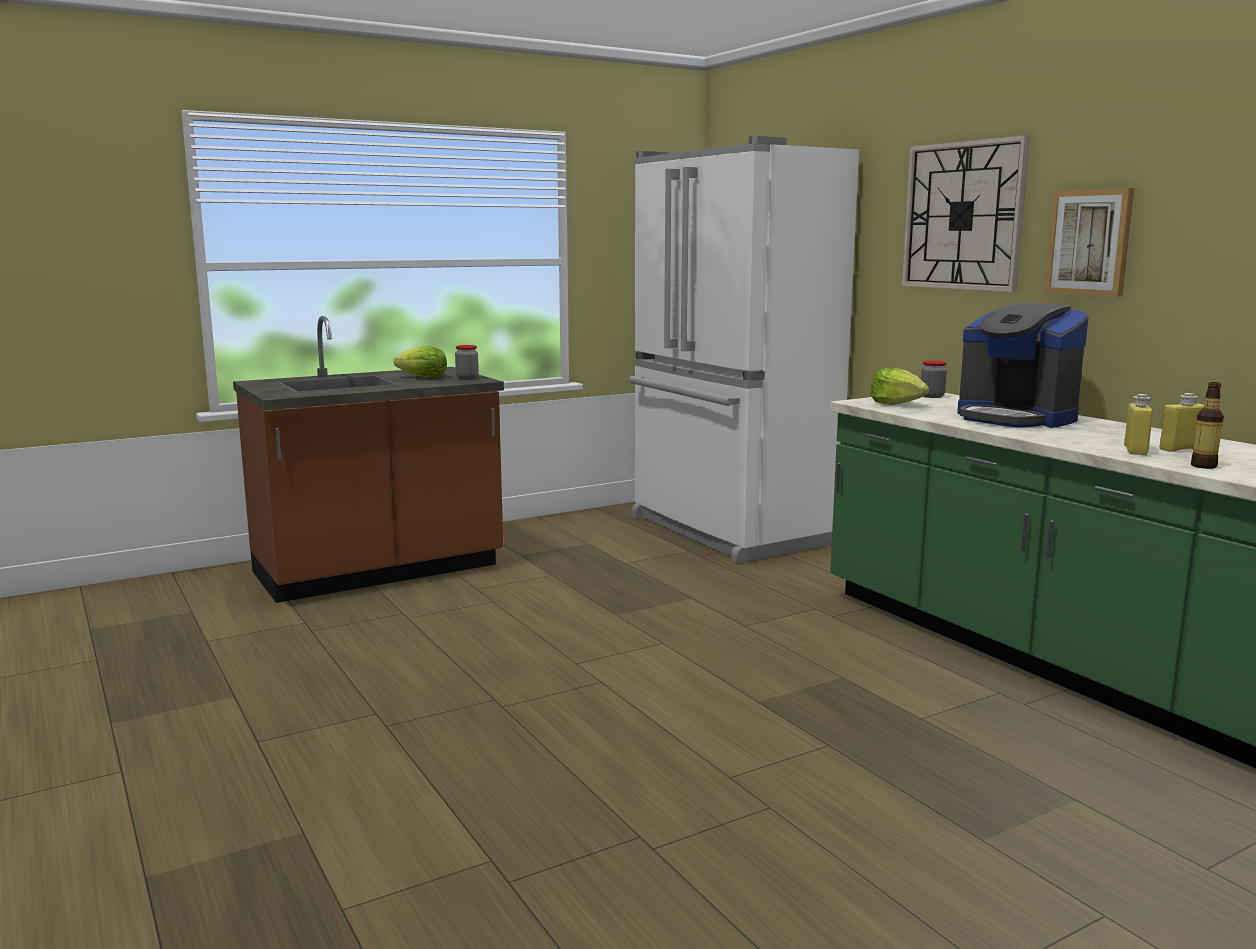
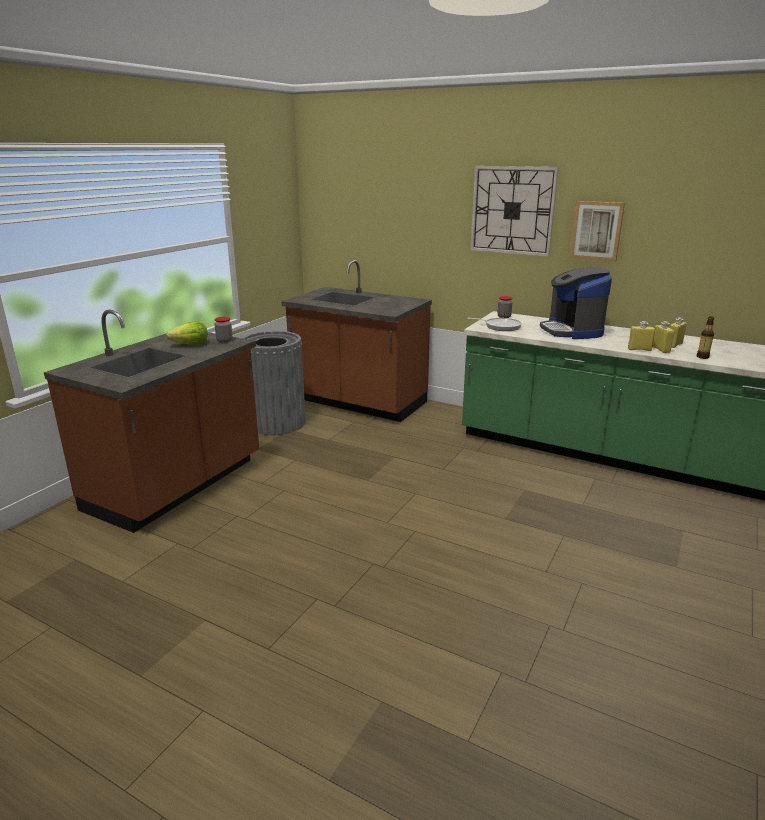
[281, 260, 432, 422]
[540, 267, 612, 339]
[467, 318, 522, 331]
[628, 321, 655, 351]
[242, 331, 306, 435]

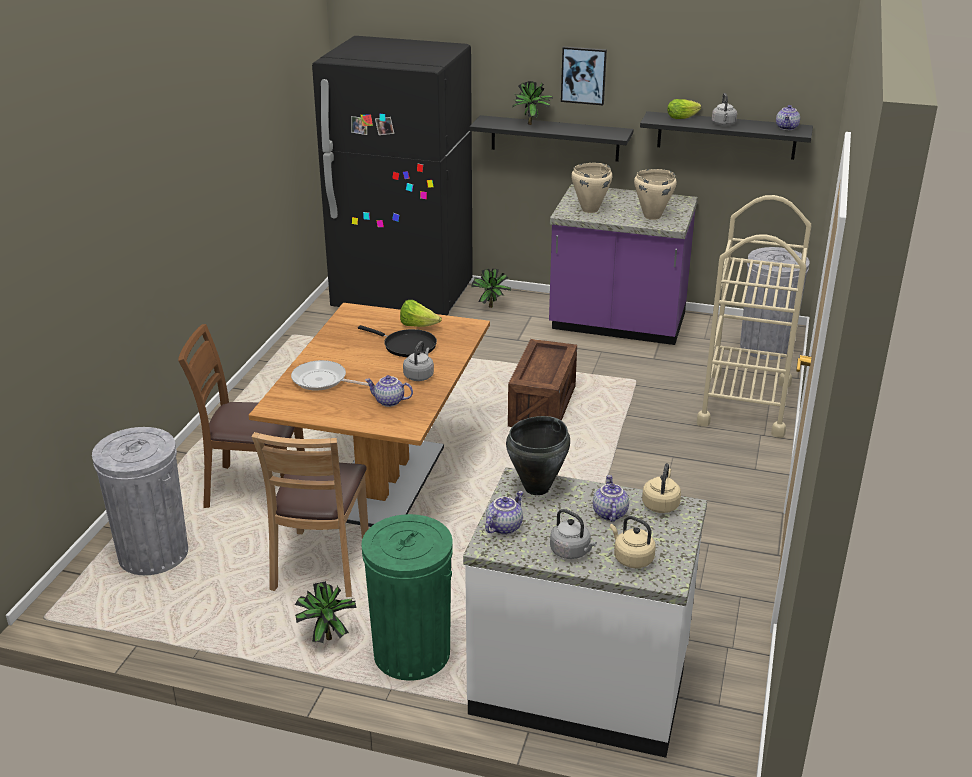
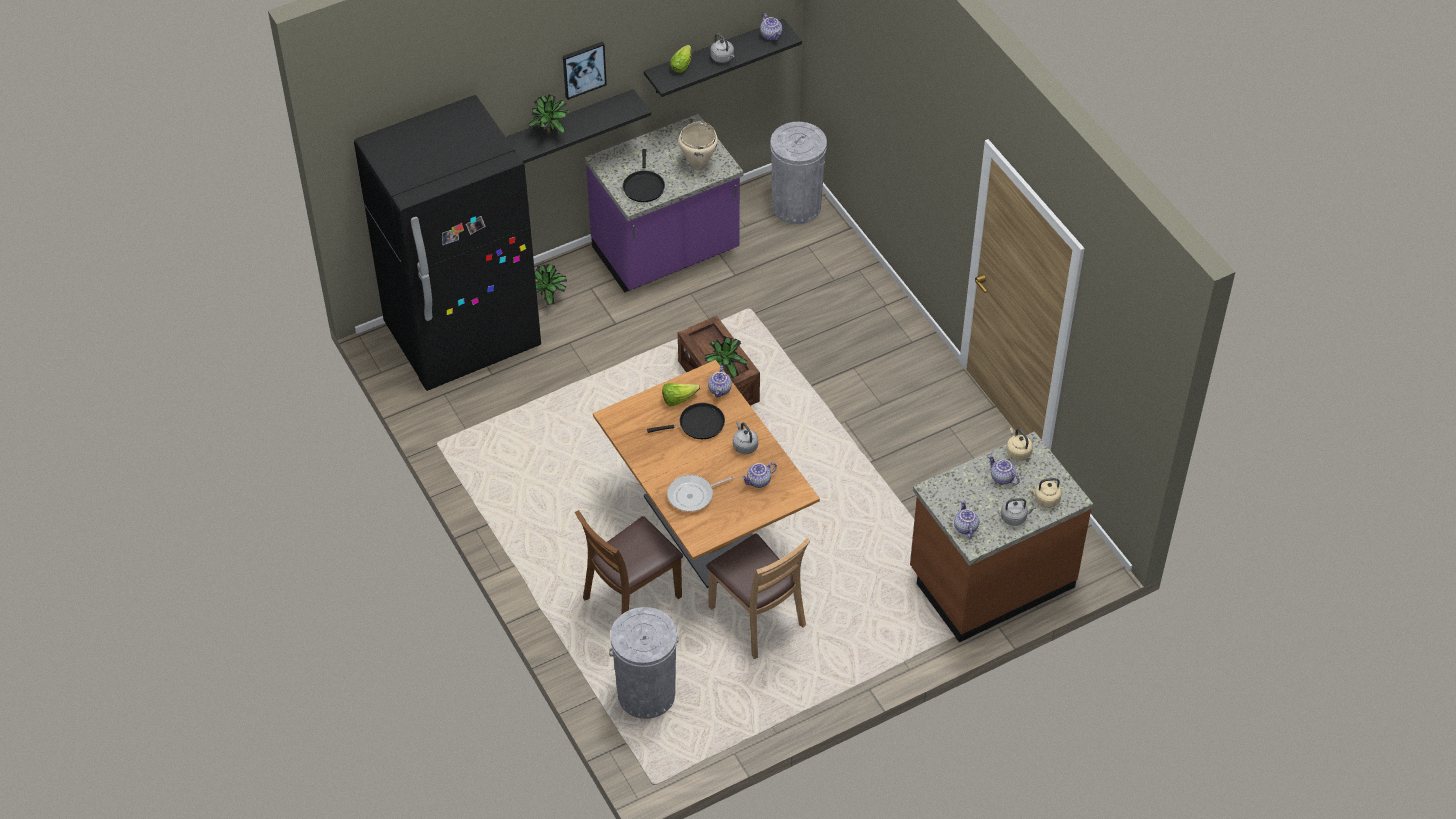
[623, 149, 665, 202]
[696, 195, 811, 438] (first image)
[506, 416, 570, 495] (first image)
[910, 431, 1093, 642]
[361, 514, 453, 681] (first image)
[705, 336, 747, 379]
[708, 365, 732, 398]

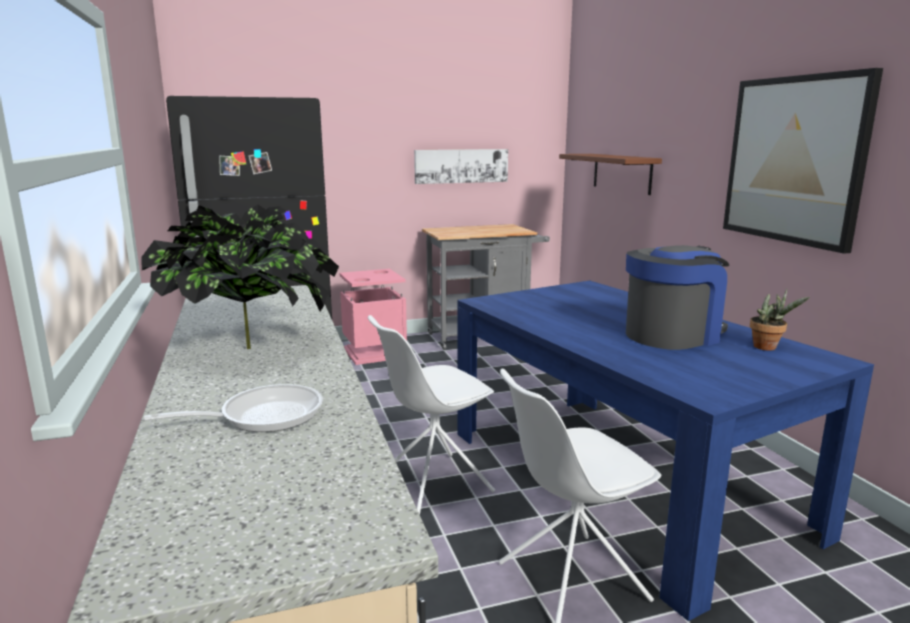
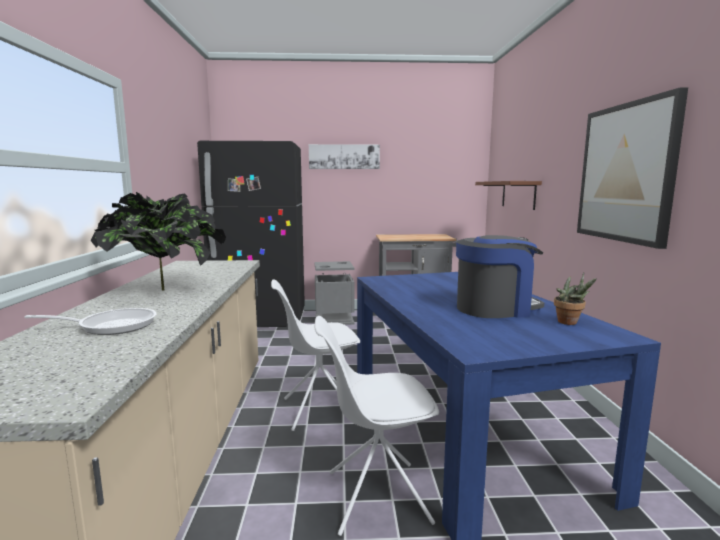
[309, 144, 380, 169]
[314, 261, 355, 325]

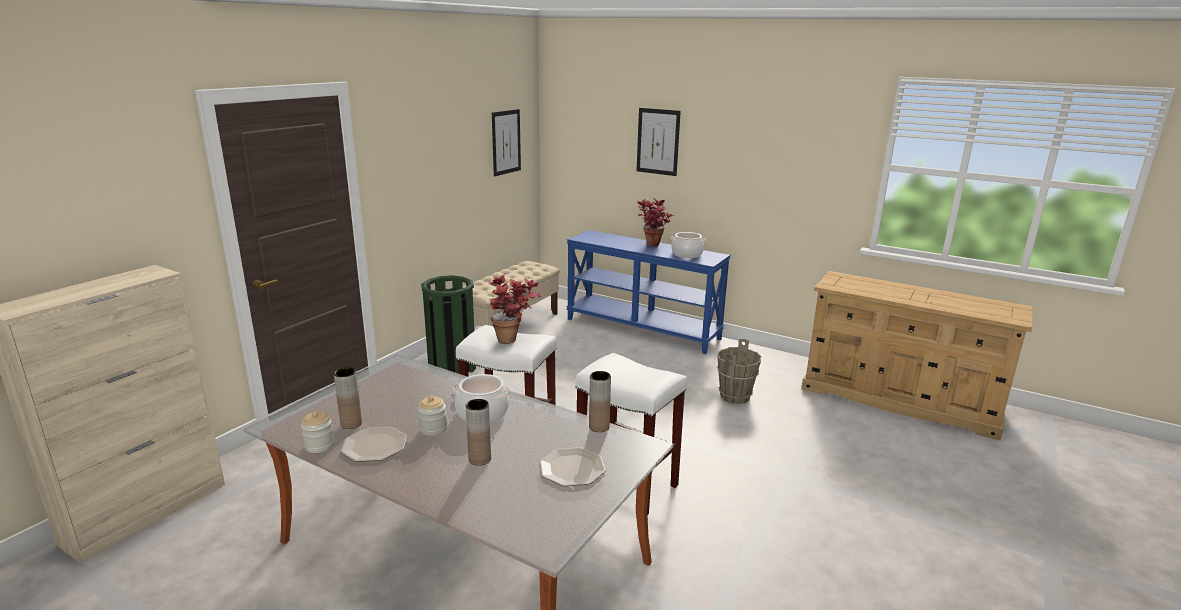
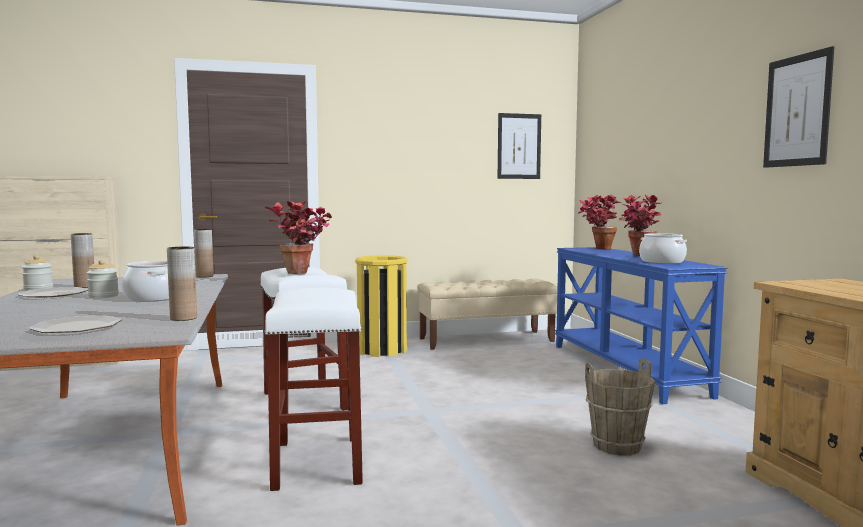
[763, 46, 834, 168]
[355, 255, 407, 357]
[194, 229, 214, 278]
[578, 195, 621, 250]

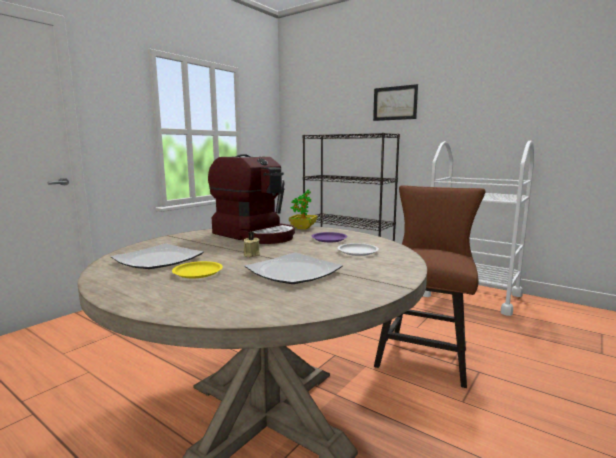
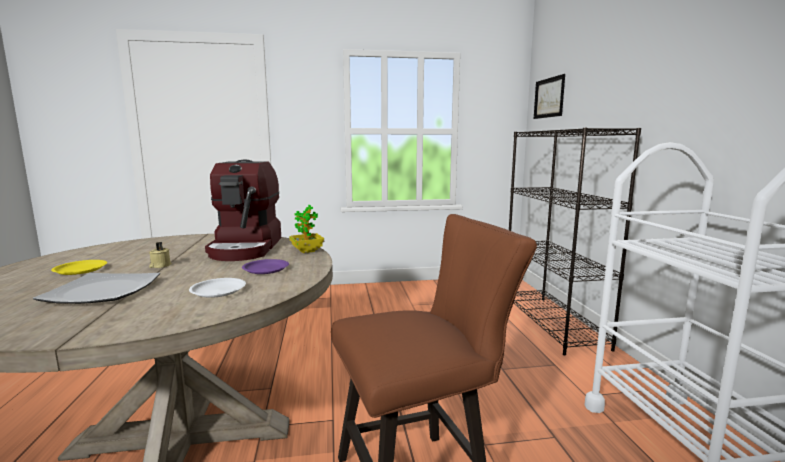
[534, 74, 565, 119]
[111, 243, 204, 269] (first image)

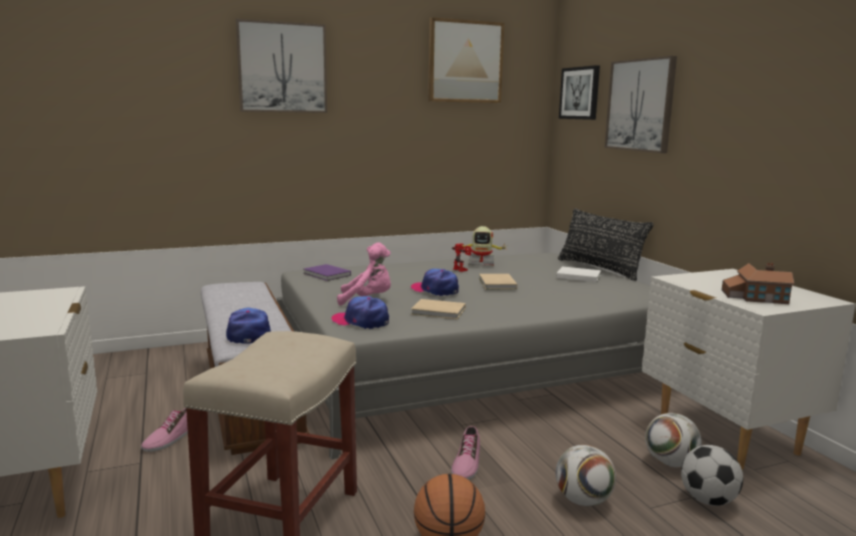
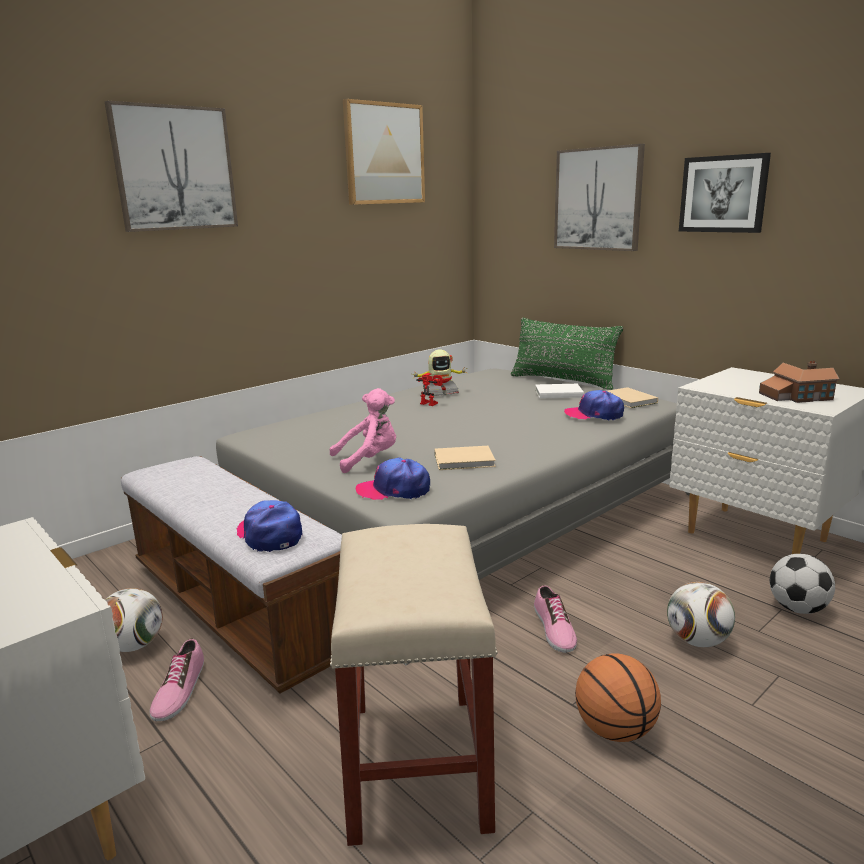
[679, 153, 771, 233]
[511, 318, 623, 390]
[303, 264, 351, 281] (first image)
[564, 390, 624, 420]
[608, 387, 658, 408]
[105, 588, 163, 652]

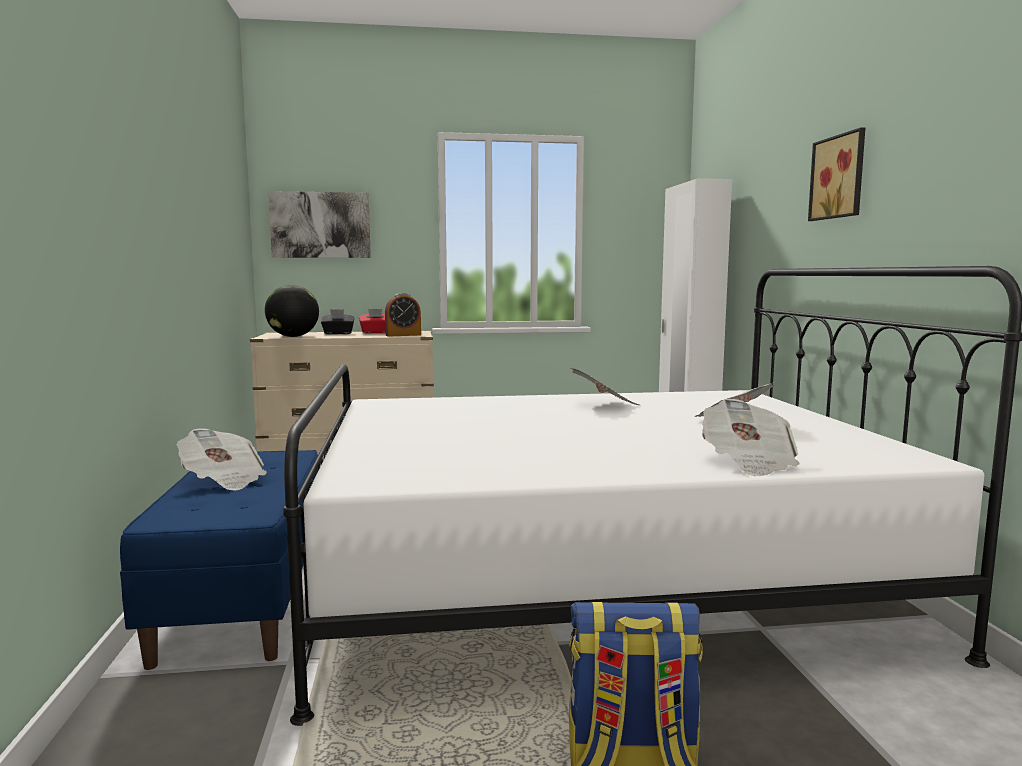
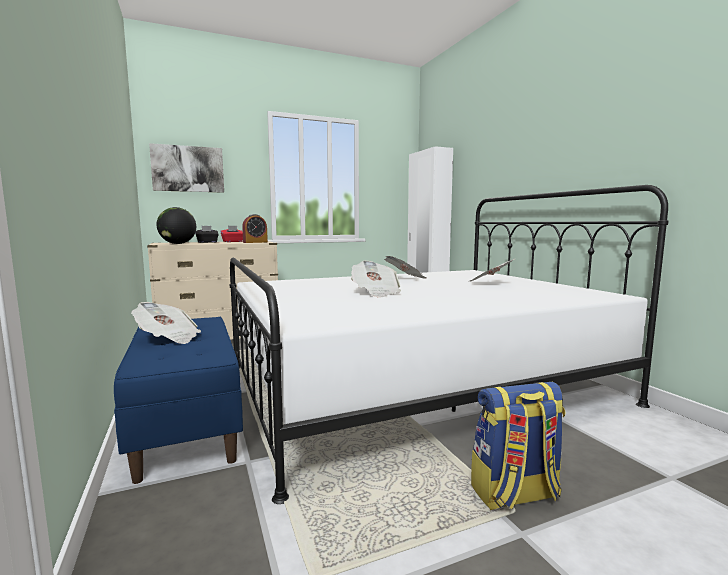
[808, 127, 865, 221] (first image)
[351, 261, 401, 297]

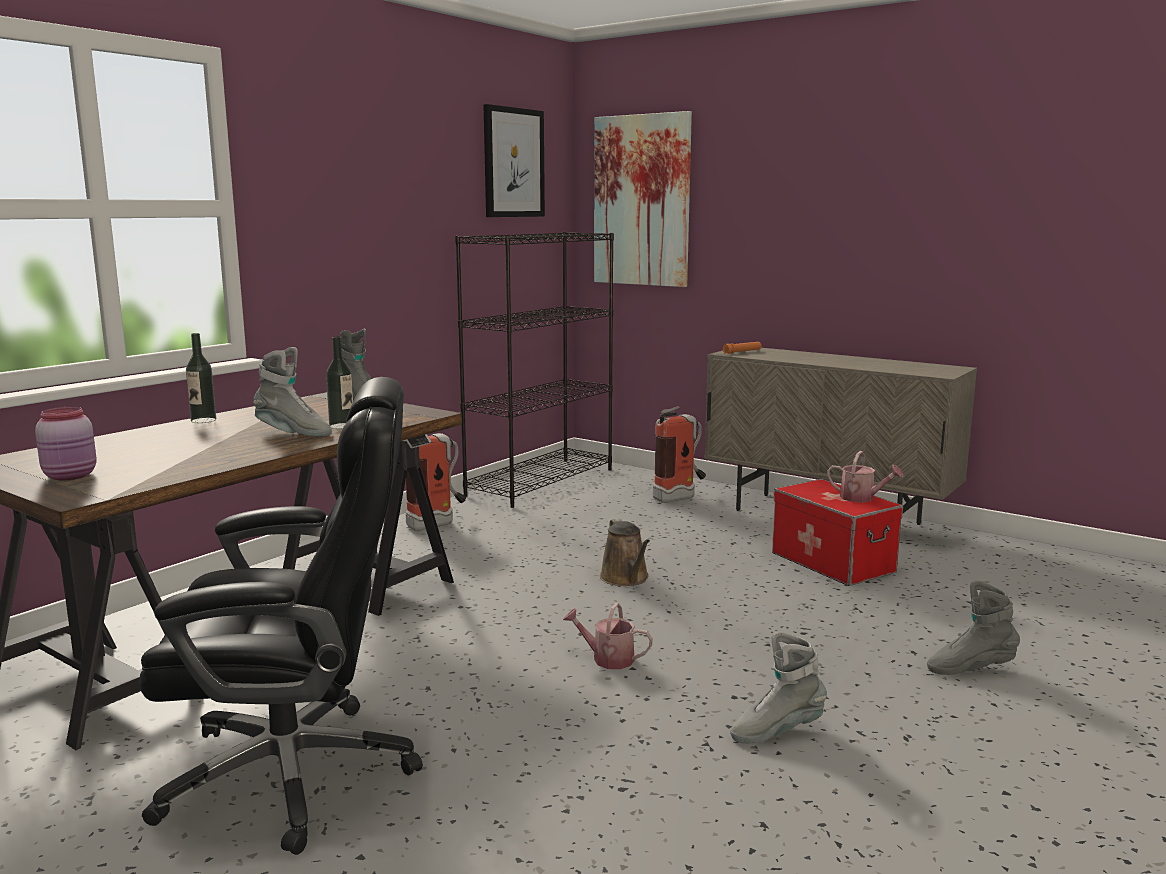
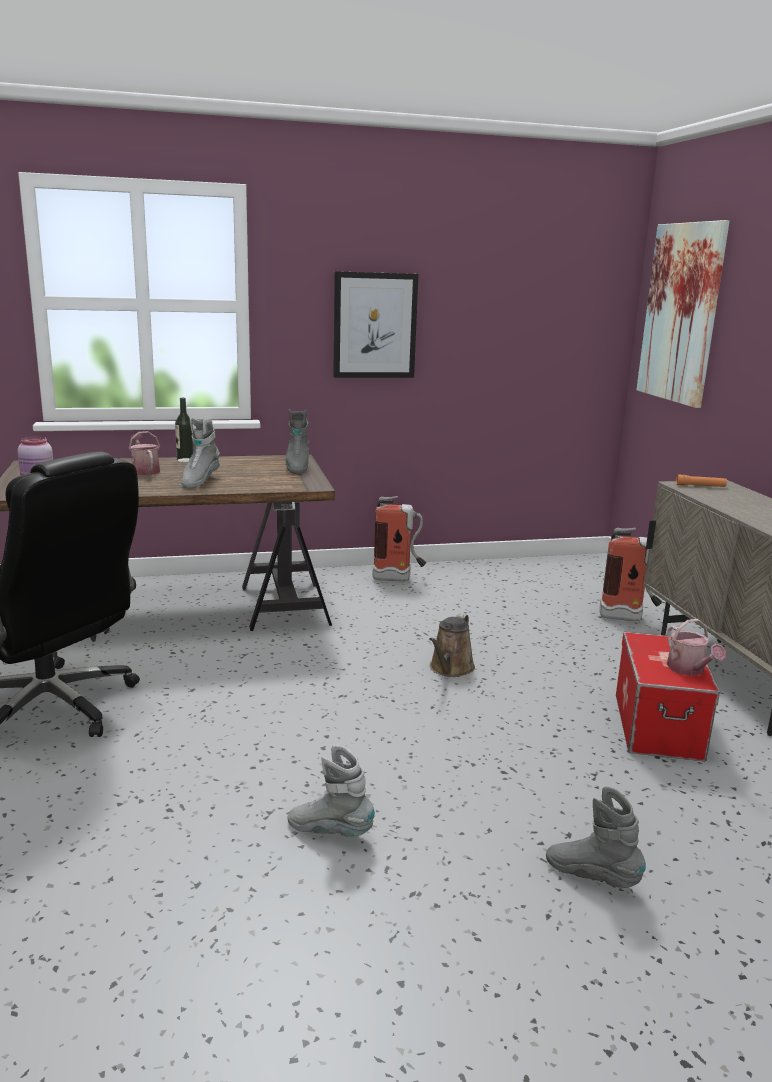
[333, 271, 418, 378]
[455, 232, 614, 508] (first image)
[326, 337, 353, 429] (first image)
[181, 418, 220, 488]
[129, 431, 160, 475]

